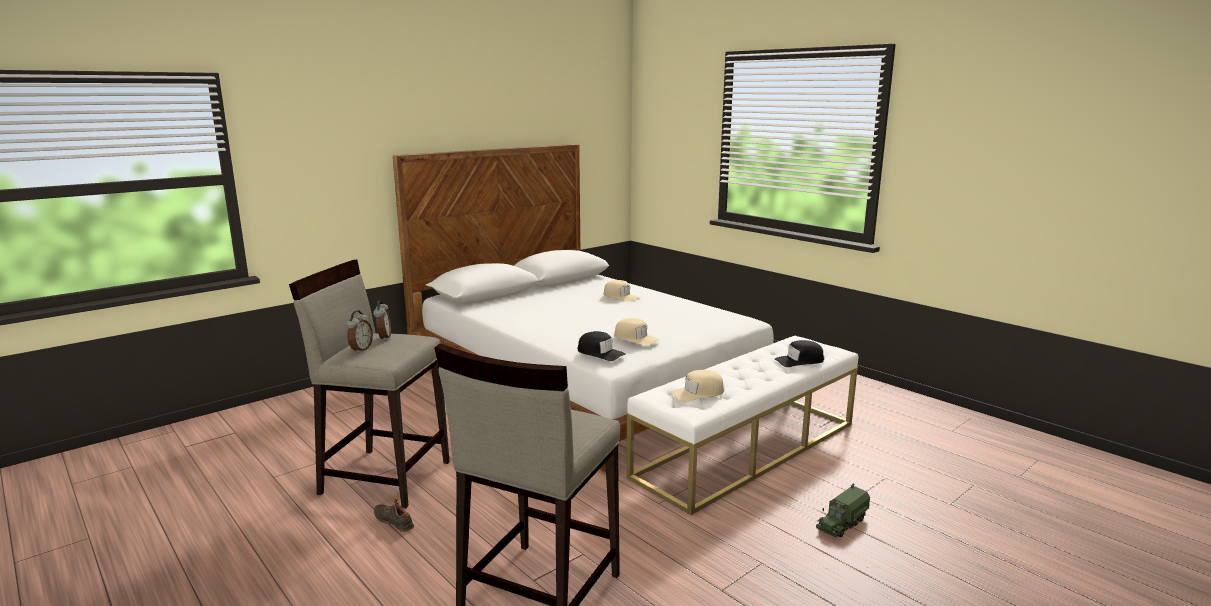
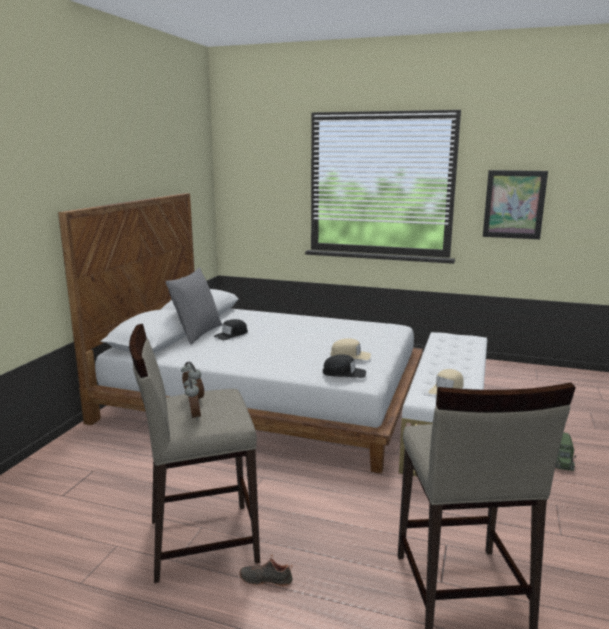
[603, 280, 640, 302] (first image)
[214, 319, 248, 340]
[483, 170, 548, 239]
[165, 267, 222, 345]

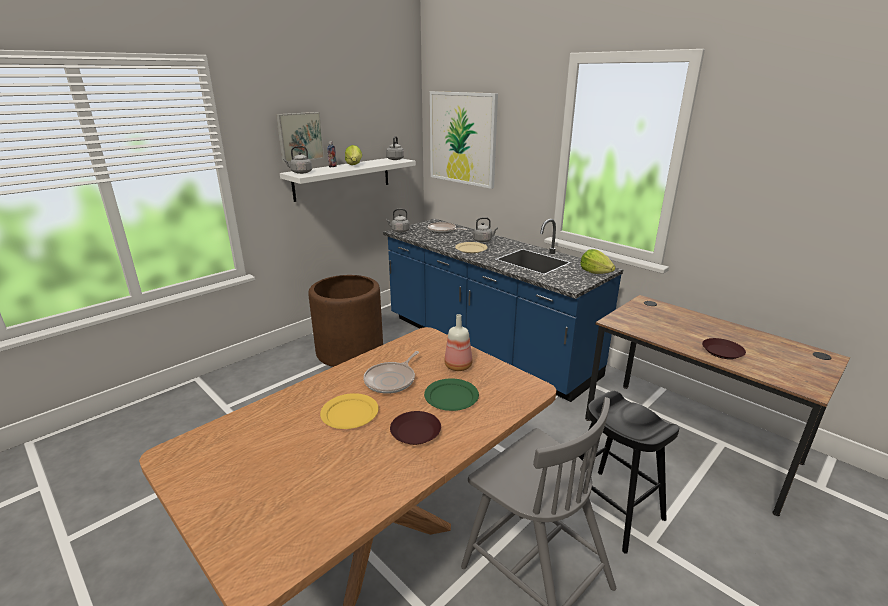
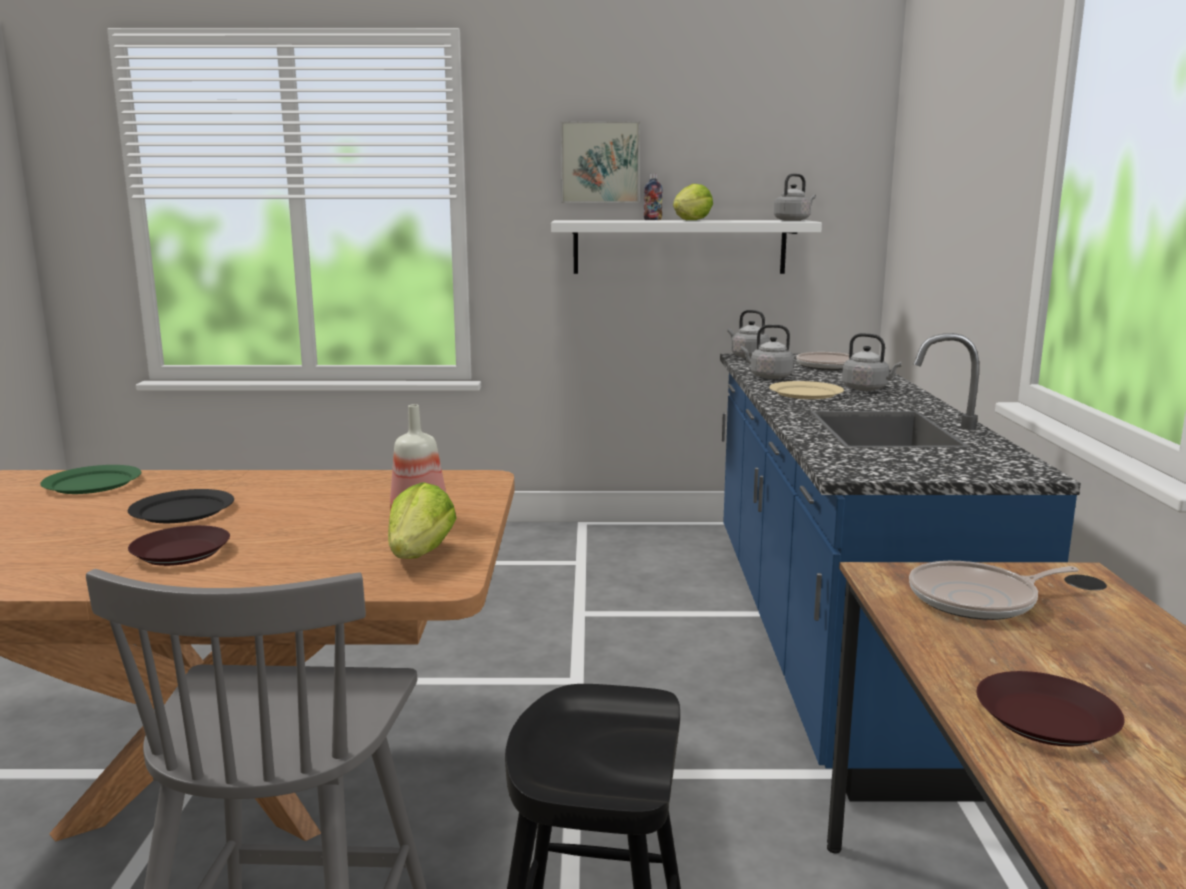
[430, 91, 498, 189] (first image)
[741, 324, 794, 379]
[388, 483, 457, 559]
[308, 275, 383, 367] (first image)
[909, 561, 1079, 620]
[40, 465, 141, 494]
[128, 489, 234, 523]

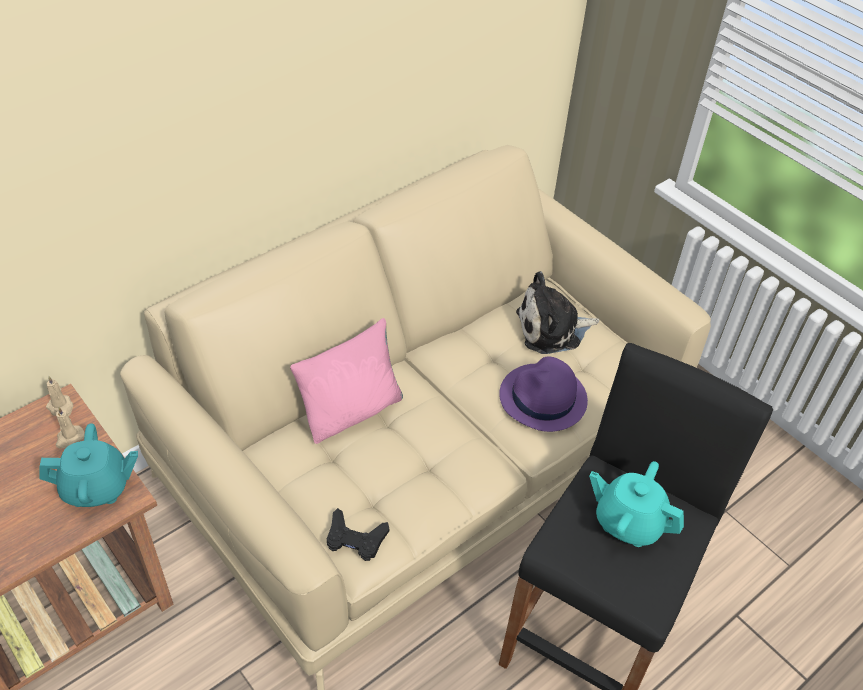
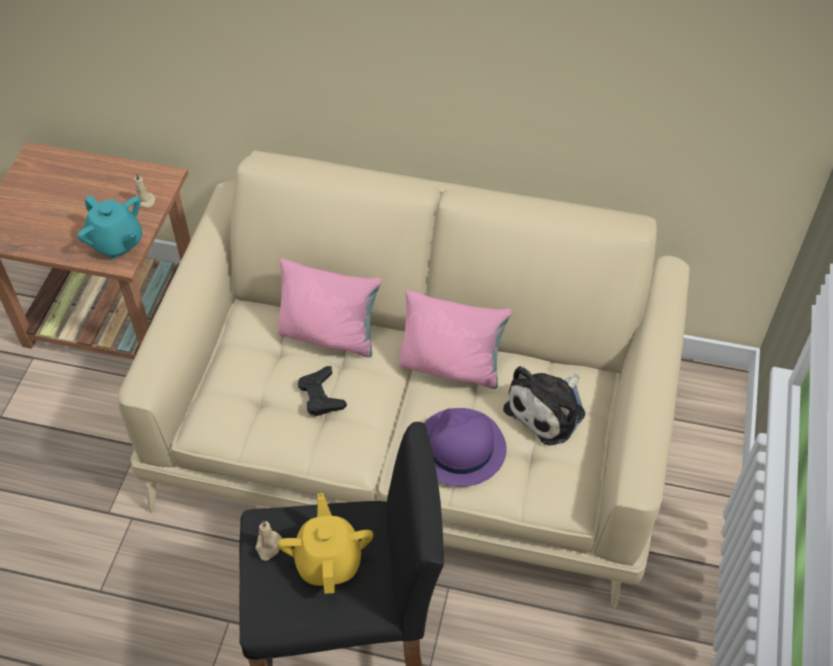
[503, 366, 585, 446]
[255, 520, 283, 561]
[278, 493, 373, 594]
[298, 366, 347, 416]
[399, 290, 512, 389]

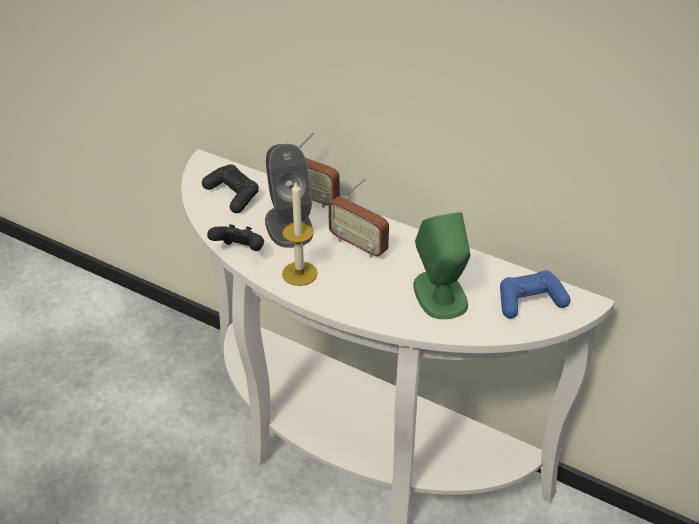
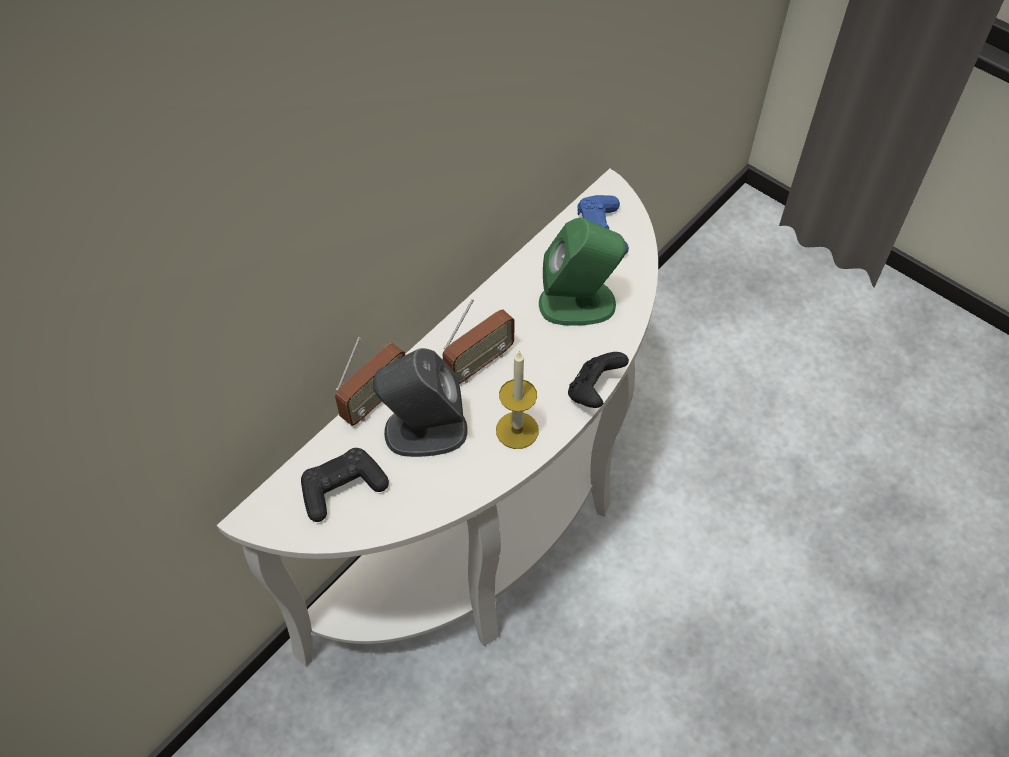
[568, 352, 629, 408]

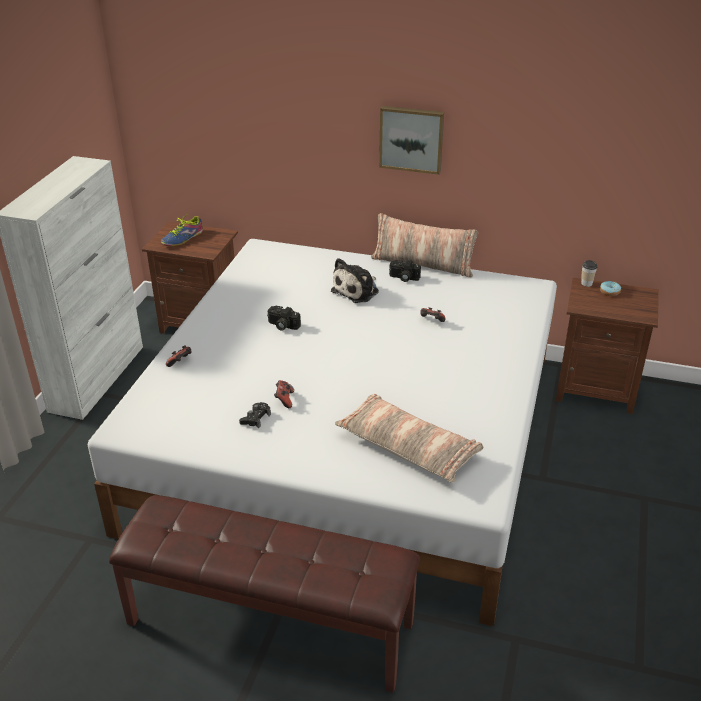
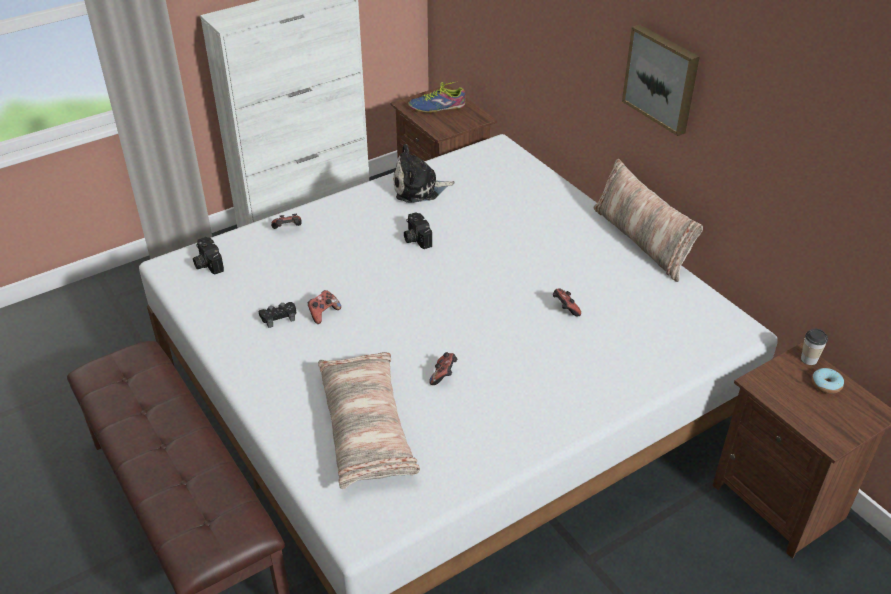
[393, 144, 455, 203]
[193, 237, 224, 274]
[429, 352, 457, 385]

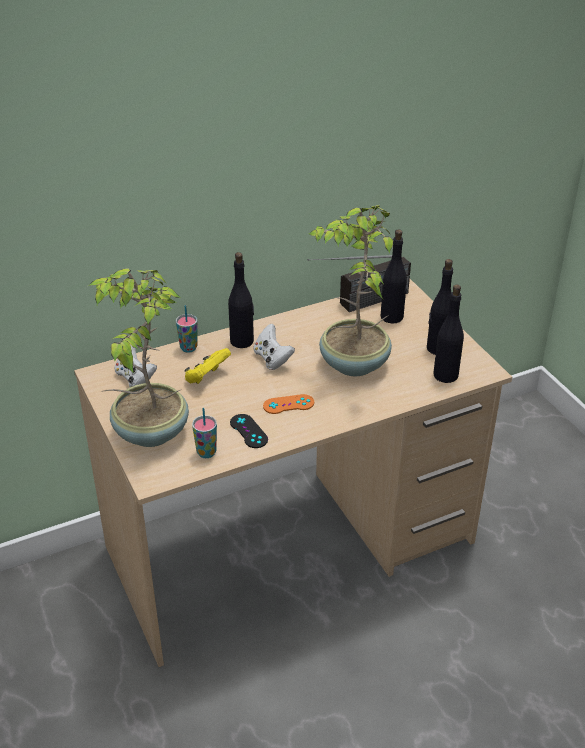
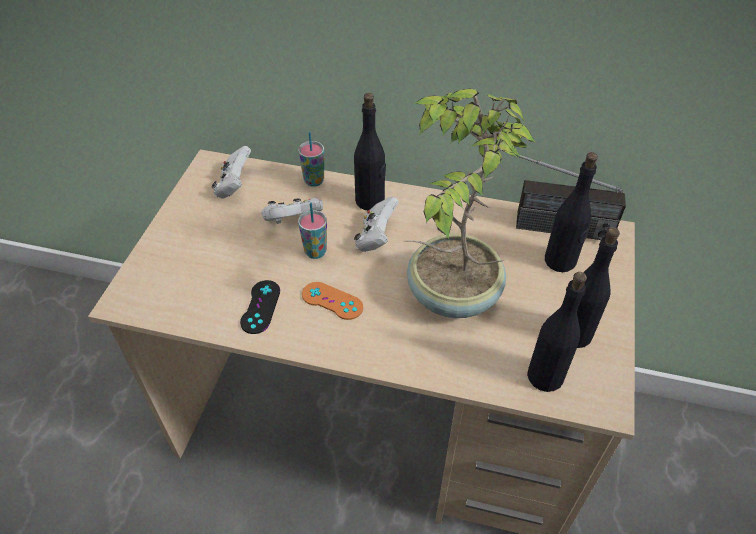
[88, 269, 189, 447] (first image)
[261, 198, 323, 224]
[298, 202, 327, 259]

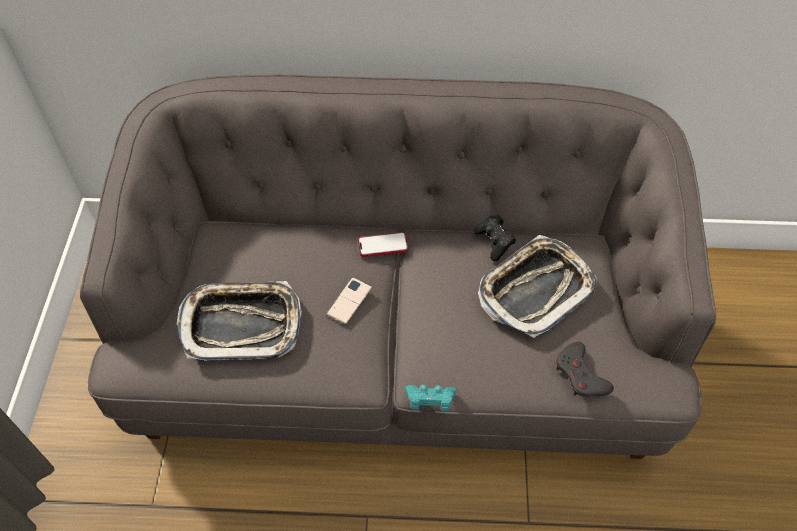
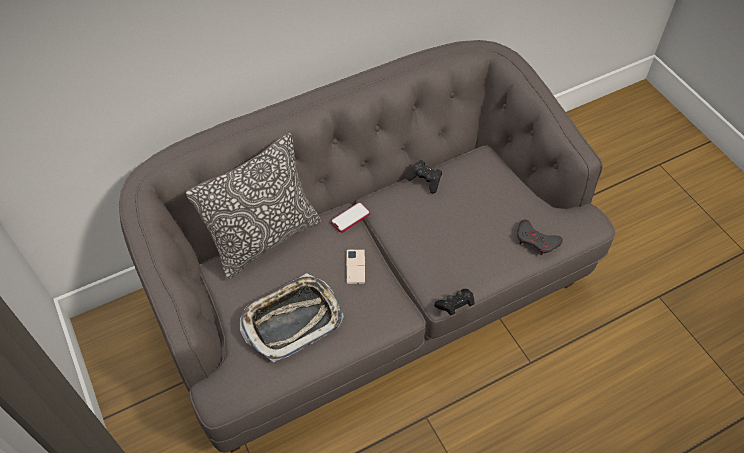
[478, 235, 597, 338] (first image)
[434, 289, 474, 315]
[186, 133, 321, 281]

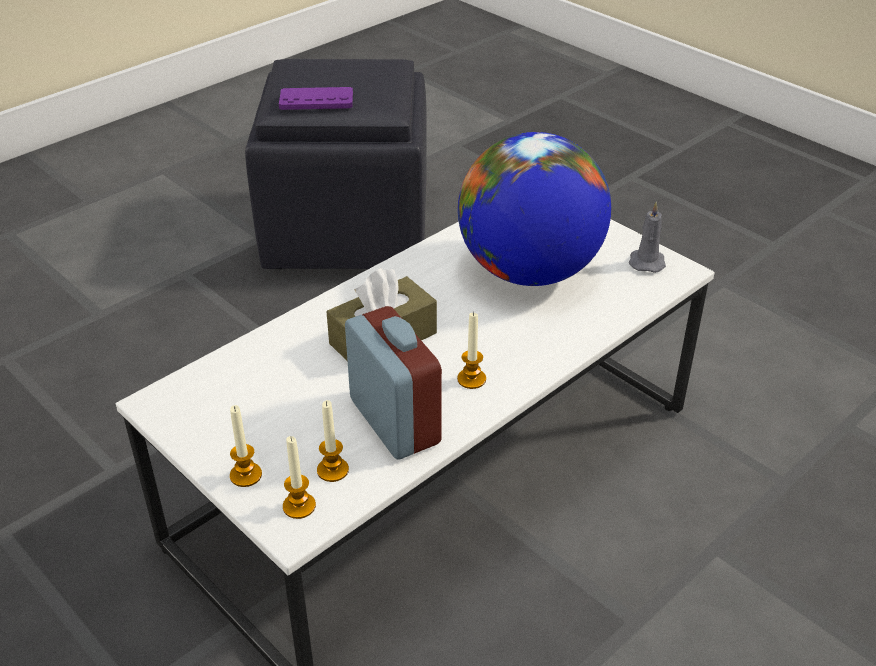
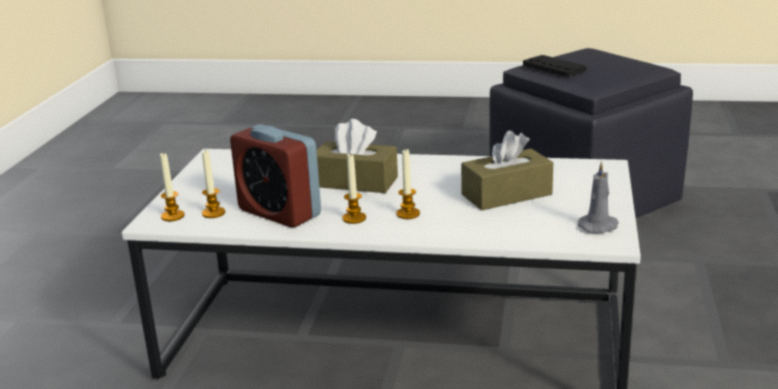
[523, 55, 587, 77]
[461, 131, 553, 210]
[230, 124, 321, 227]
[396, 148, 420, 219]

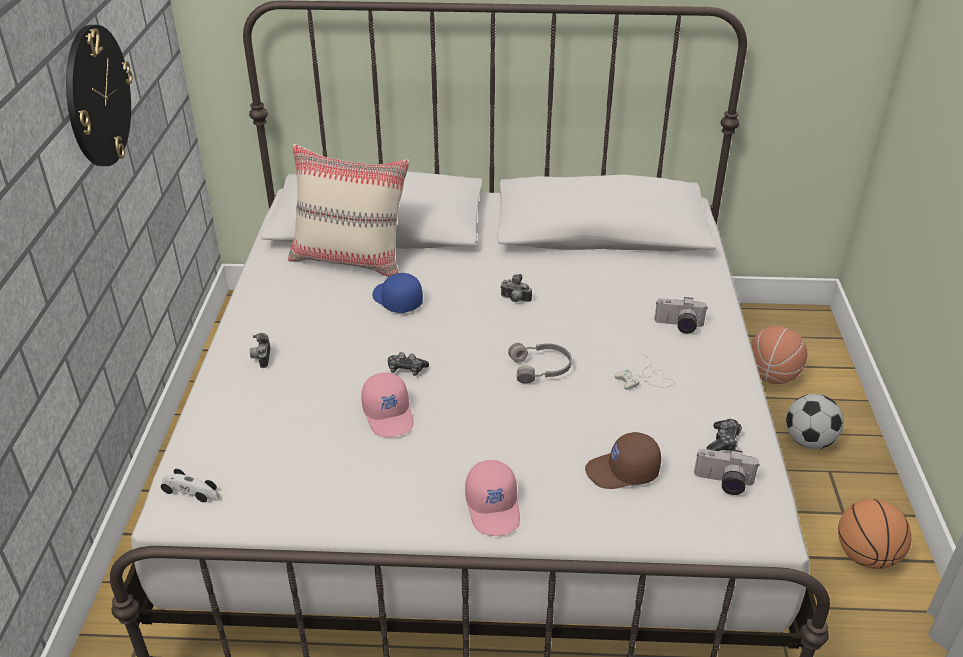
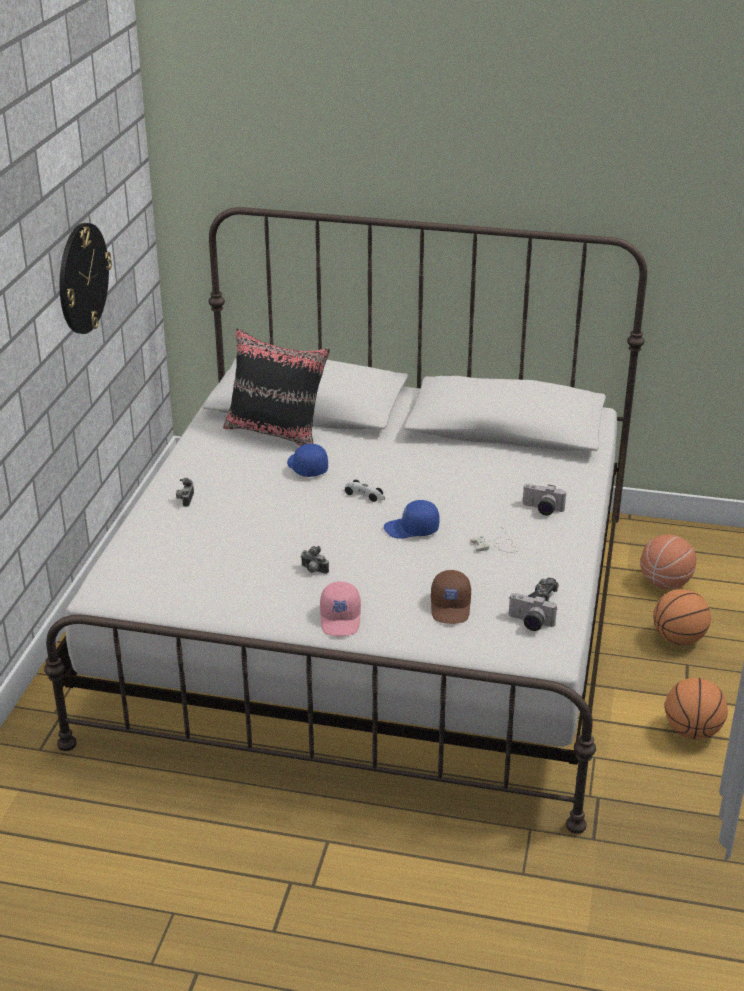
[223, 329, 330, 446]
[300, 546, 329, 574]
[384, 500, 440, 539]
[388, 352, 429, 376] (first image)
[361, 372, 413, 437] (first image)
[653, 589, 711, 645]
[431, 570, 471, 624]
[345, 480, 385, 502]

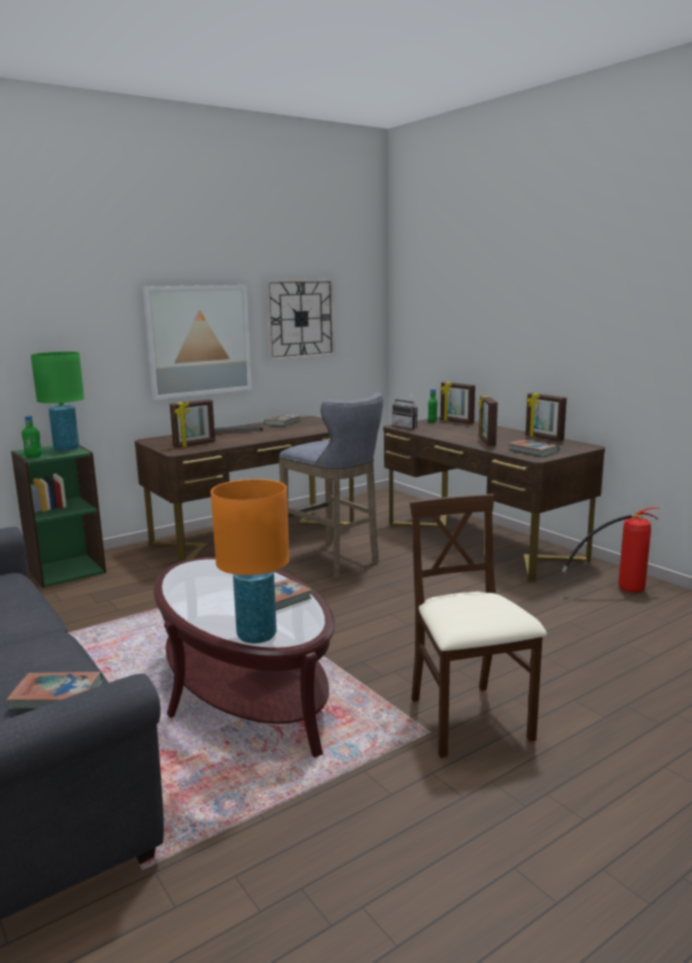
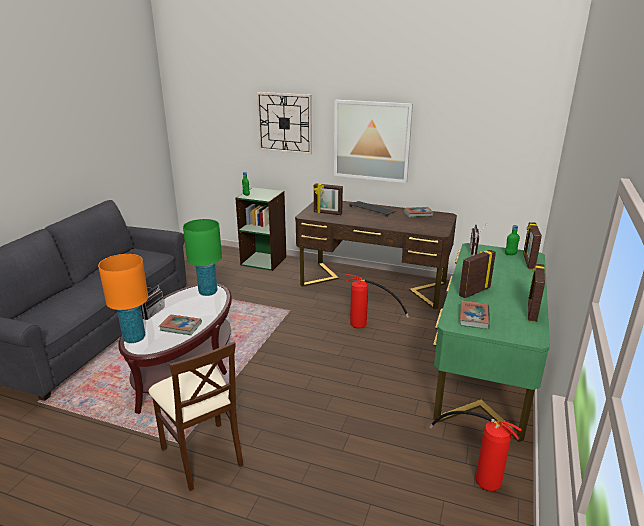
[256, 92, 312, 155]
[183, 219, 222, 296]
[346, 274, 409, 329]
[433, 243, 550, 442]
[148, 342, 244, 491]
[6, 672, 103, 710] (first image)
[141, 285, 164, 320]

